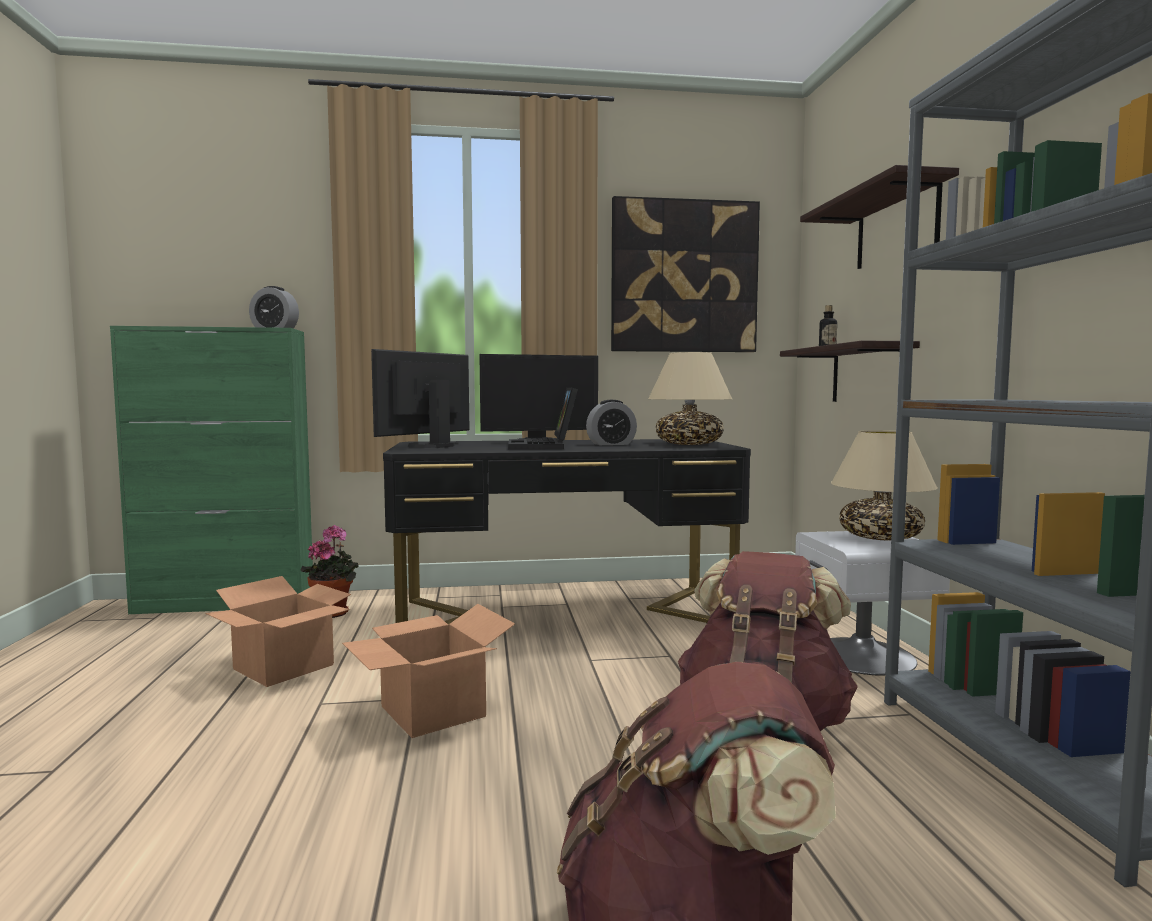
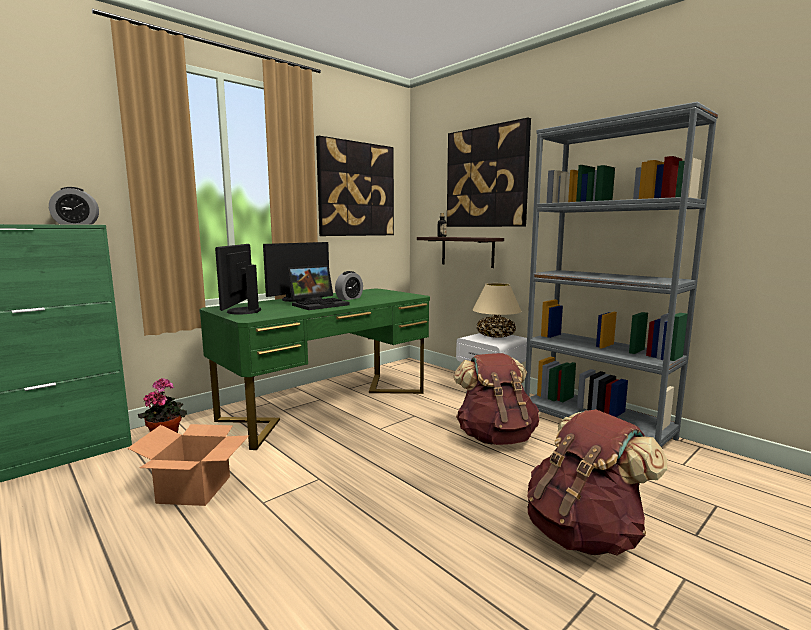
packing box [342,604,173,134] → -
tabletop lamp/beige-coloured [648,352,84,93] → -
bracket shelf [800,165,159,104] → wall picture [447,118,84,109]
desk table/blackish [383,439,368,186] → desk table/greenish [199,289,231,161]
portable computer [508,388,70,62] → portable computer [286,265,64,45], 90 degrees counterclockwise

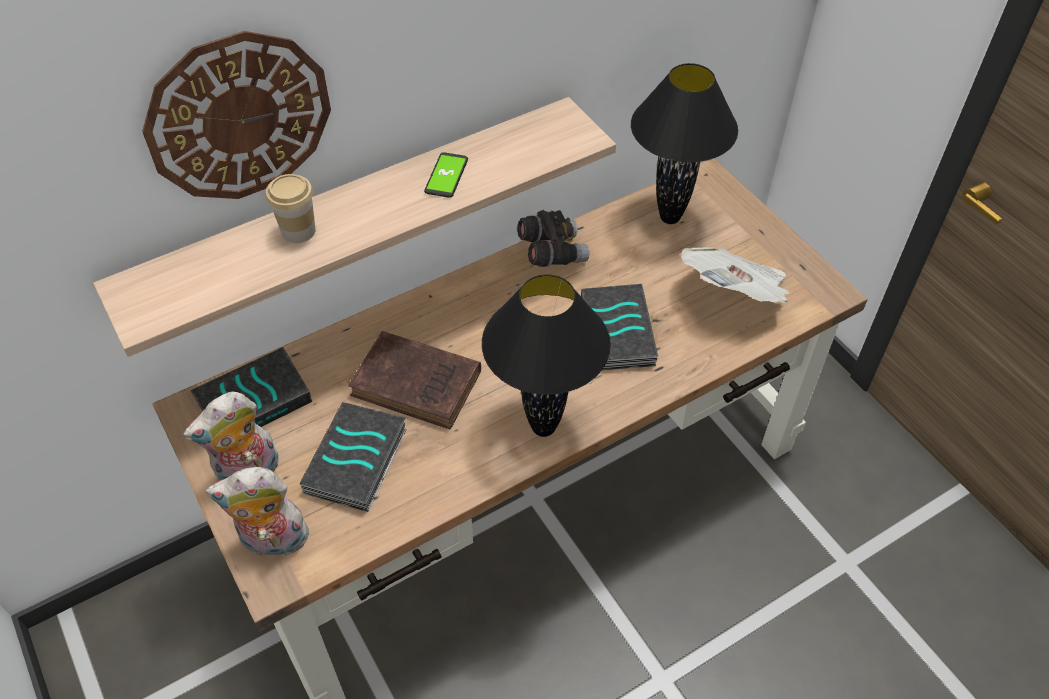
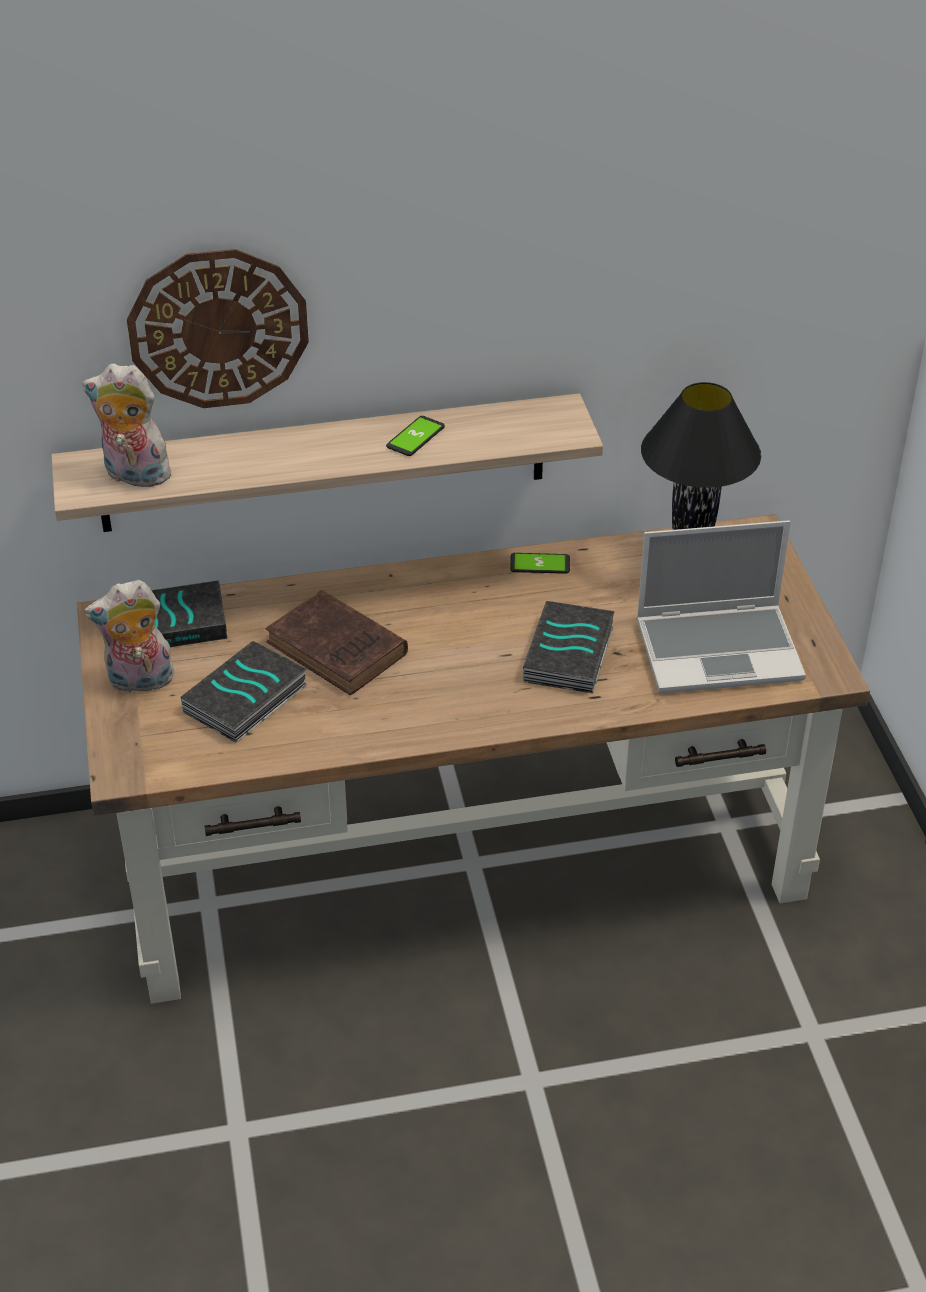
small cup [266,174,50,69] → -
tabletop lamp/blackish [482,274,129,163] → -
cuddly toy [206,467,104,89] → cuddly toy [82,363,92,128], relocated
binoculars/gray [517,210,72,57] → telephone [510,553,60,21]
newspaper [681,247,108,56] → portable computer [637,520,169,173]

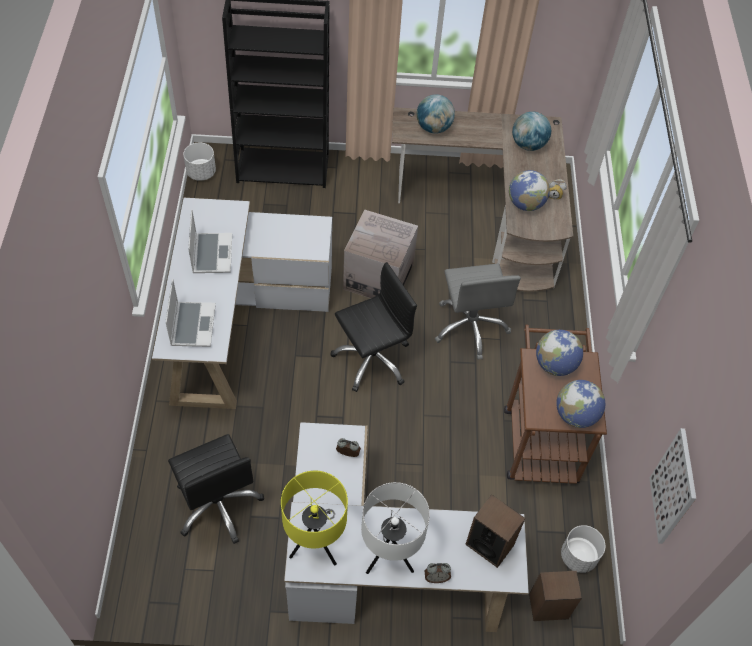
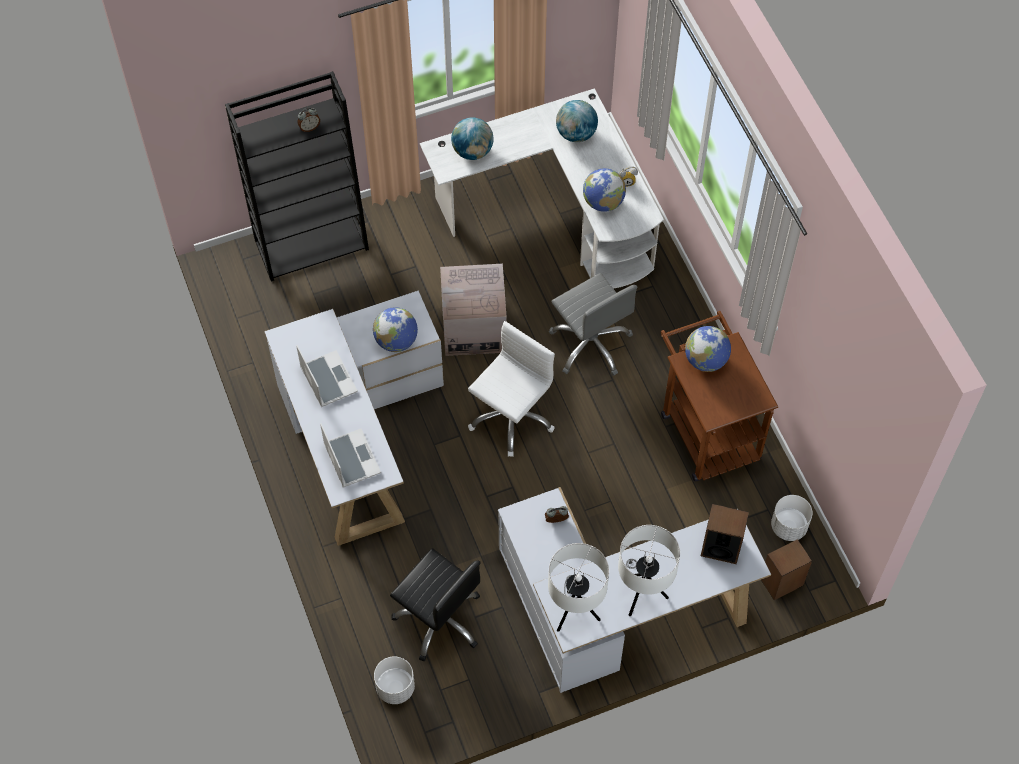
wall picture [650,428,46,116] → -
planter/whitish [183,142,33,39] → planter/whitish [374,656,41,48], relocated
alarm clock [425,563,26,20] → alarm clock [297,108,23,24], relocated
globe [556,380,49,48] → globe [373,307,45,45], relocated
tabletop lamp/yellow [281,471,67,95] → tabletop lamp/whitish [548,543,61,89]
computer chair/blackish [331,262,86,130] → computer chair/whitish [468,321,87,136]
desk table/brownish [392,107,181,185] → desk table/whitish [420,88,244,200]

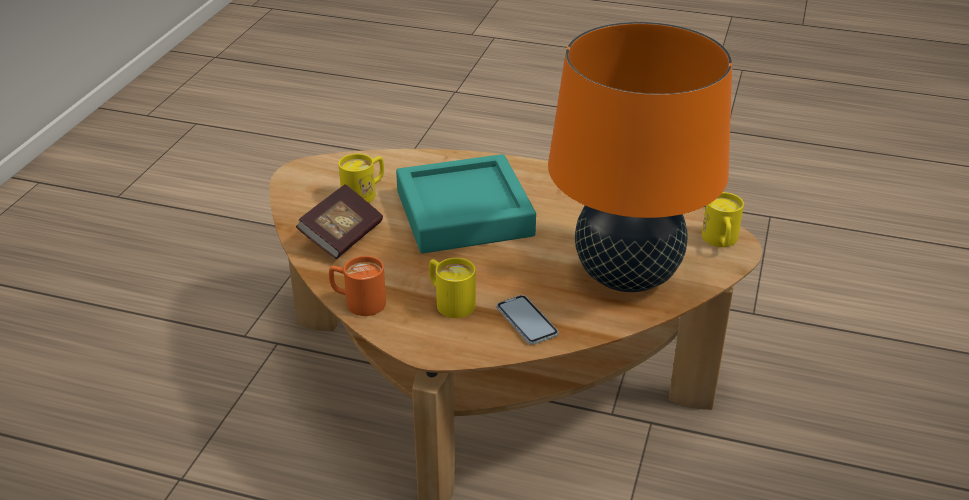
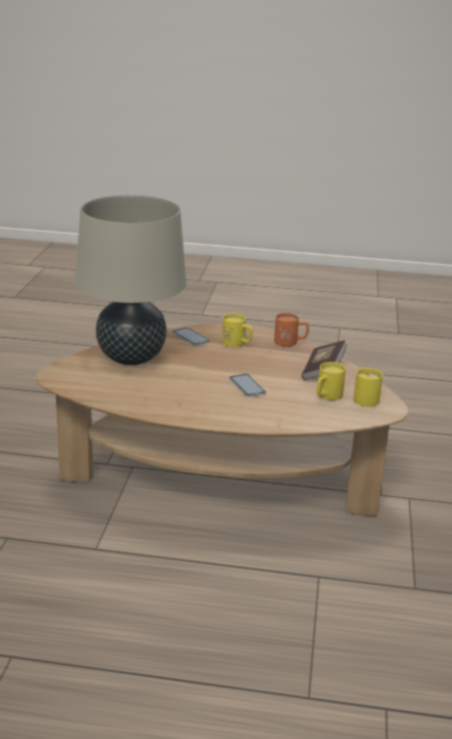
tea mug/yellow [702,192,42,55] → tea mug/yellow [353,367,30,40], relocated
tray/blue-green [396,154,140,100] → telephone [229,374,37,23]
tabletop lamp/orange-coloured [548,22,184,270] → tabletop lamp/beige-coloured [75,195,112,170]

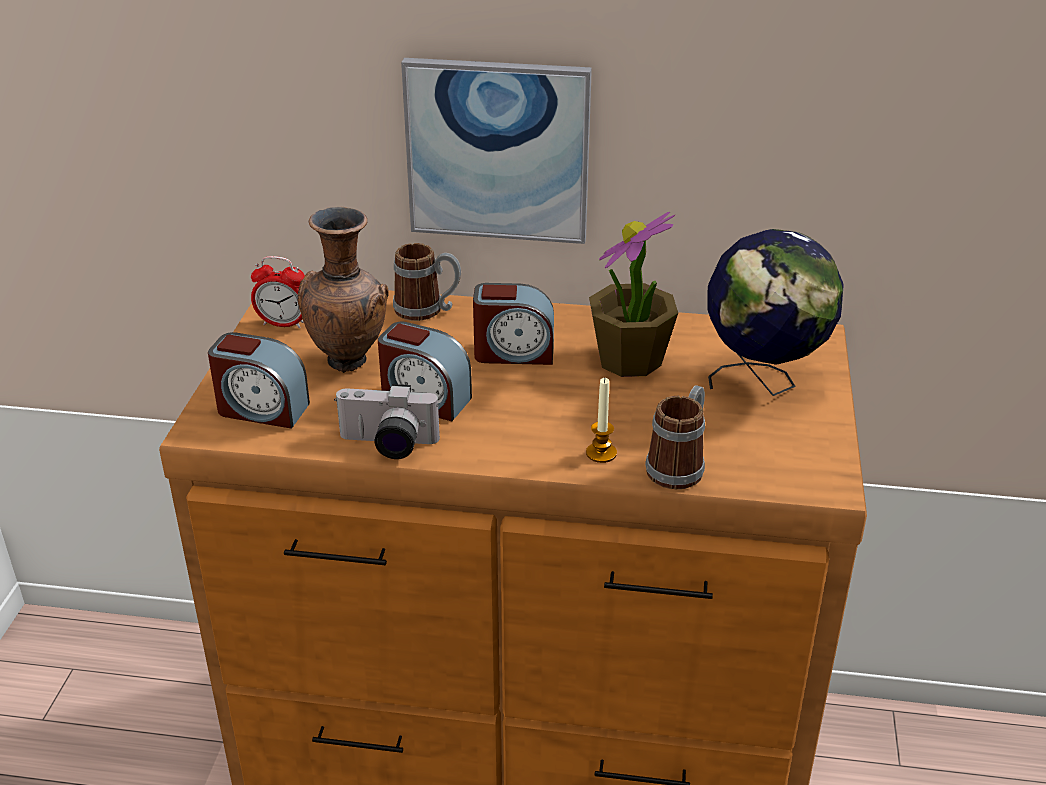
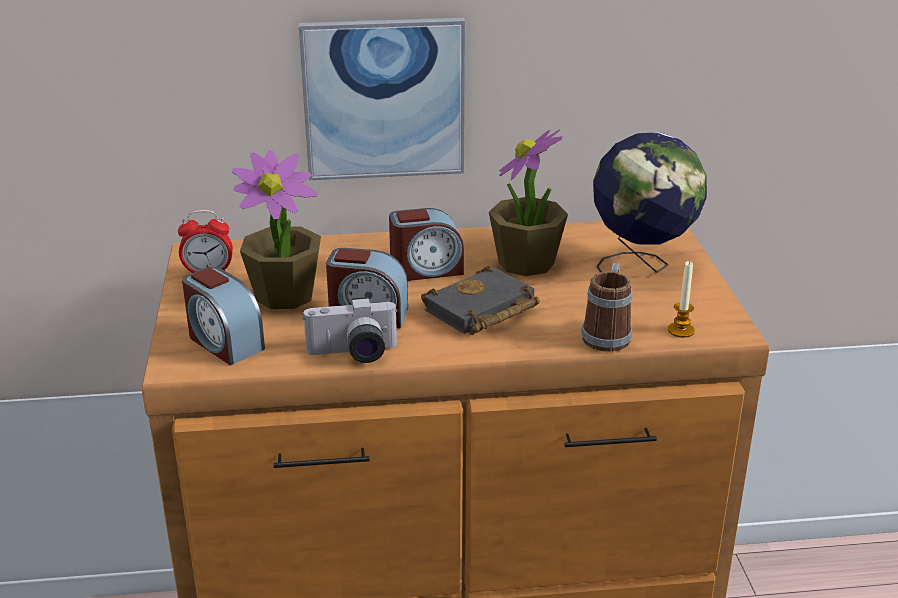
tea mug [393,243,68,78] → -
- → book/blackish [421,266,119,69]
candle [586,378,31,85] → candle [668,261,27,77], relocated
flower vase/brownish [298,206,91,167] → houseplant [232,150,89,159]
alarm clock [208,332,102,96] → alarm clock [182,267,83,98], 45 degrees clockwise

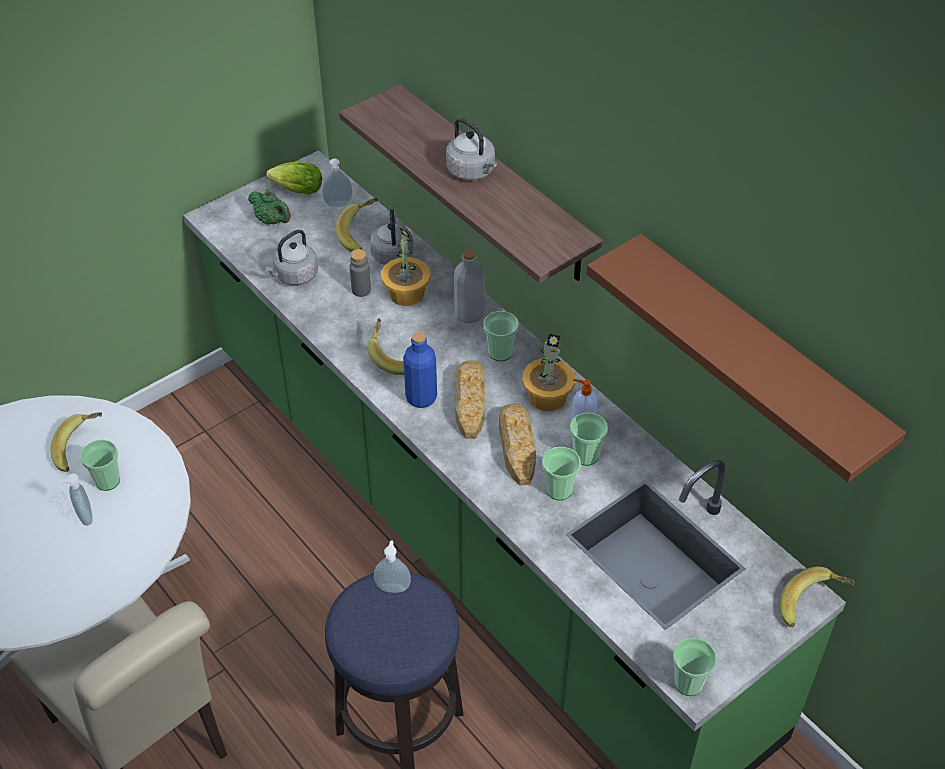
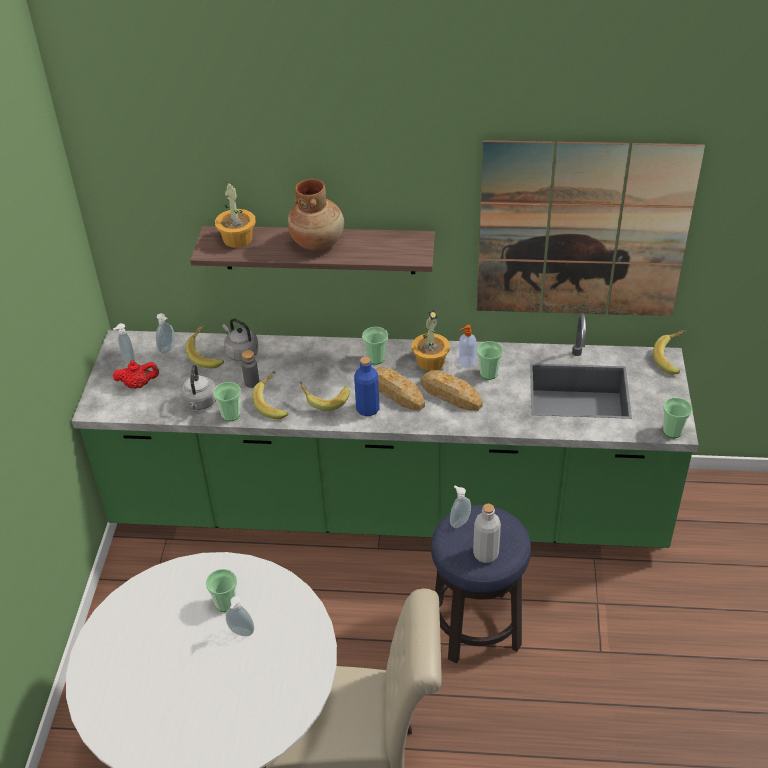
banana fruit [50,412,52,60] → banana fruit [252,371,36,48], relocated
houseplant [381,228,50,78] → houseplant [215,182,41,66], relocated
bottle/gray [454,249,31,74] → bottle/gray [473,503,28,60], relocated
small cup [542,447,39,54] → small cup [213,382,28,39], relocated
lettuce head [266,162,56,33] → soap dispenser [113,323,22,41]
tea kettle/gray [446,118,51,62] → flower vase/brownish [288,179,56,72]
bracket shelf/brownish [586,234,320,248] → wall picture [477,140,228,176]
tea pot/greenish [248,189,43,35] → tea pot/reddish [113,360,46,28]

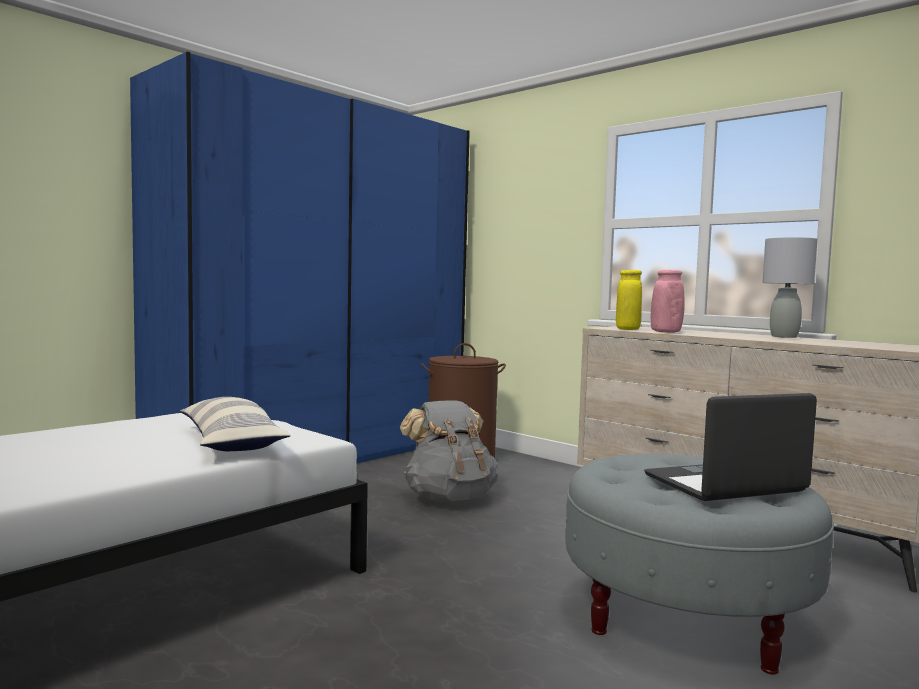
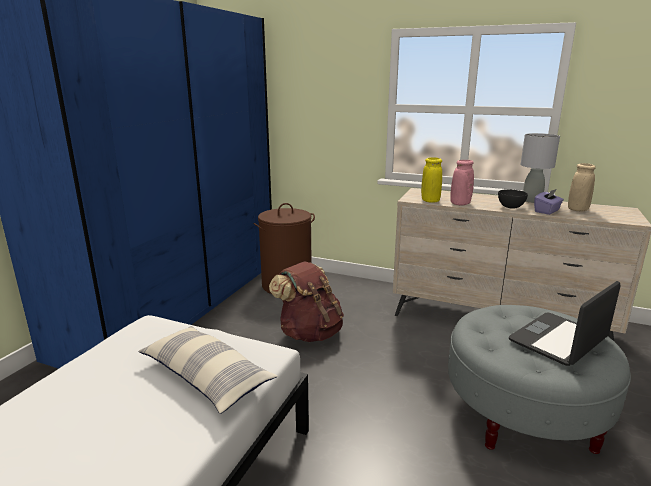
- → serving bowl/gray [498,189,30,19]
- → tissue box/purple [534,189,30,26]
- → flower vase/beige-coloured [568,163,28,48]
rucksack/gray [400,400,98,102] → rucksack/brownish [269,261,75,81]

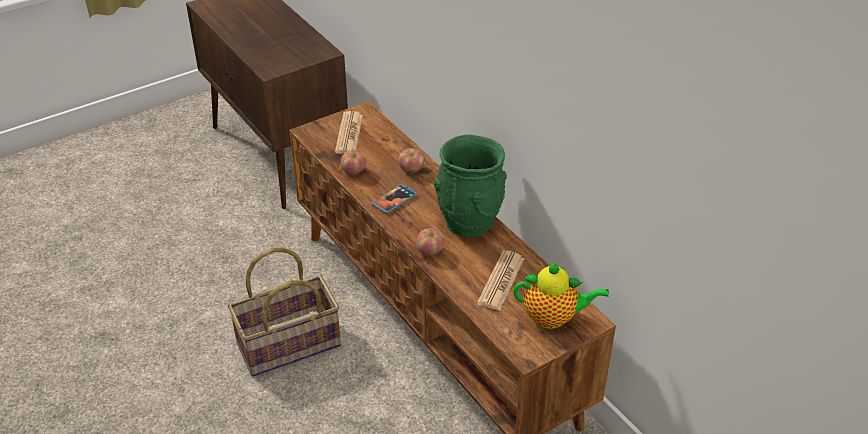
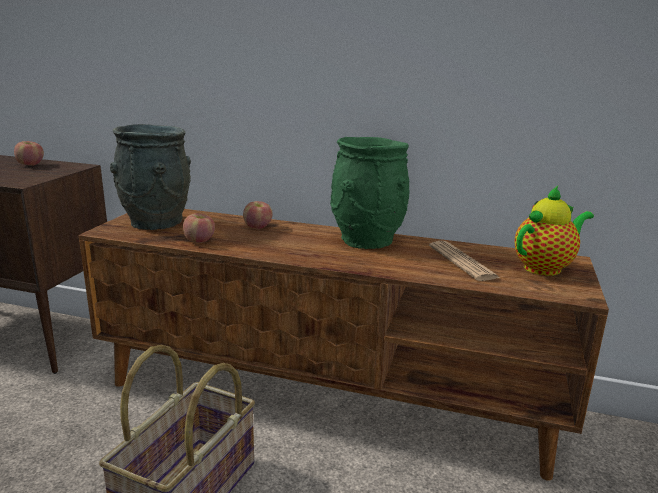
telephone [371,184,46,30] → -
whole apple [416,228,28,28] → whole apple [14,141,30,25], relocated
newspaper [335,111,28,43] → flower vase/gray [110,124,81,106]

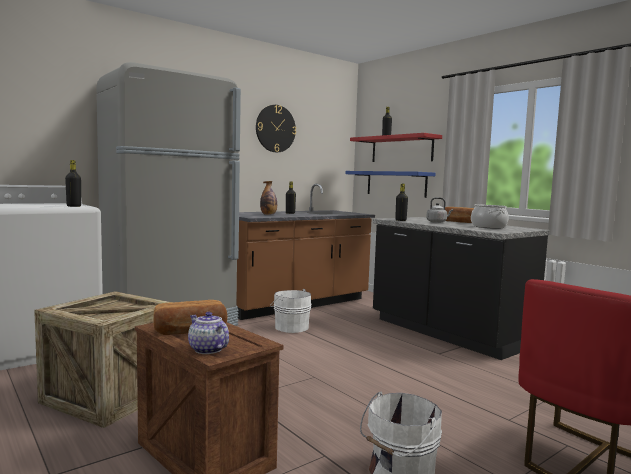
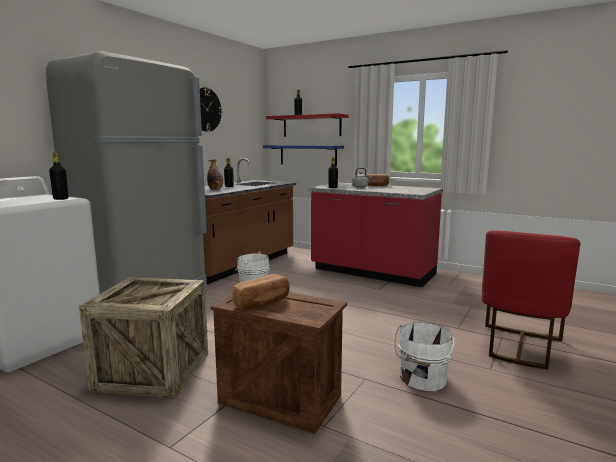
tea pot [188,312,41,42] → -
cooking pot [471,205,38,24] → -
kitchen base unit/blackish [373,217,177,143] → kitchen base unit/reddish [309,183,134,104]

